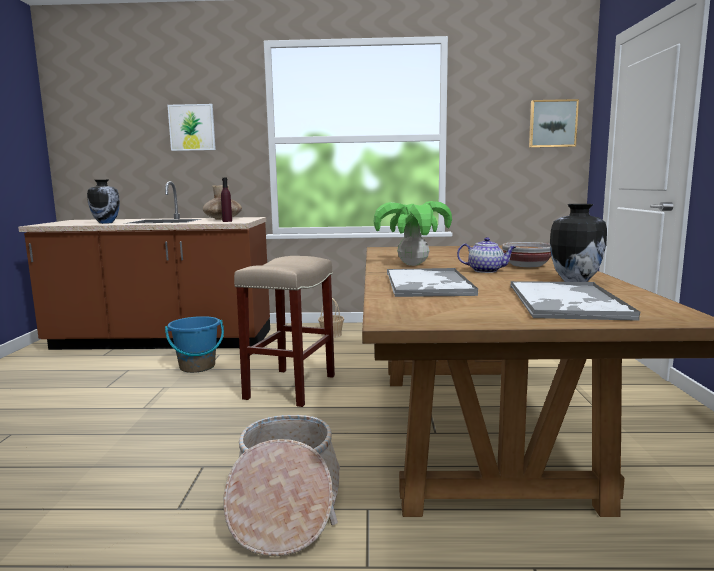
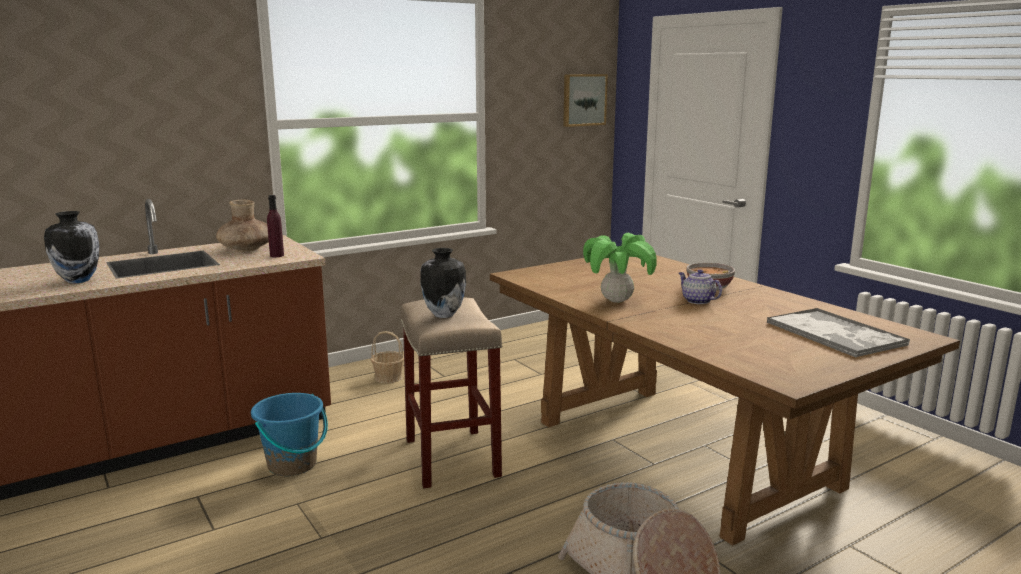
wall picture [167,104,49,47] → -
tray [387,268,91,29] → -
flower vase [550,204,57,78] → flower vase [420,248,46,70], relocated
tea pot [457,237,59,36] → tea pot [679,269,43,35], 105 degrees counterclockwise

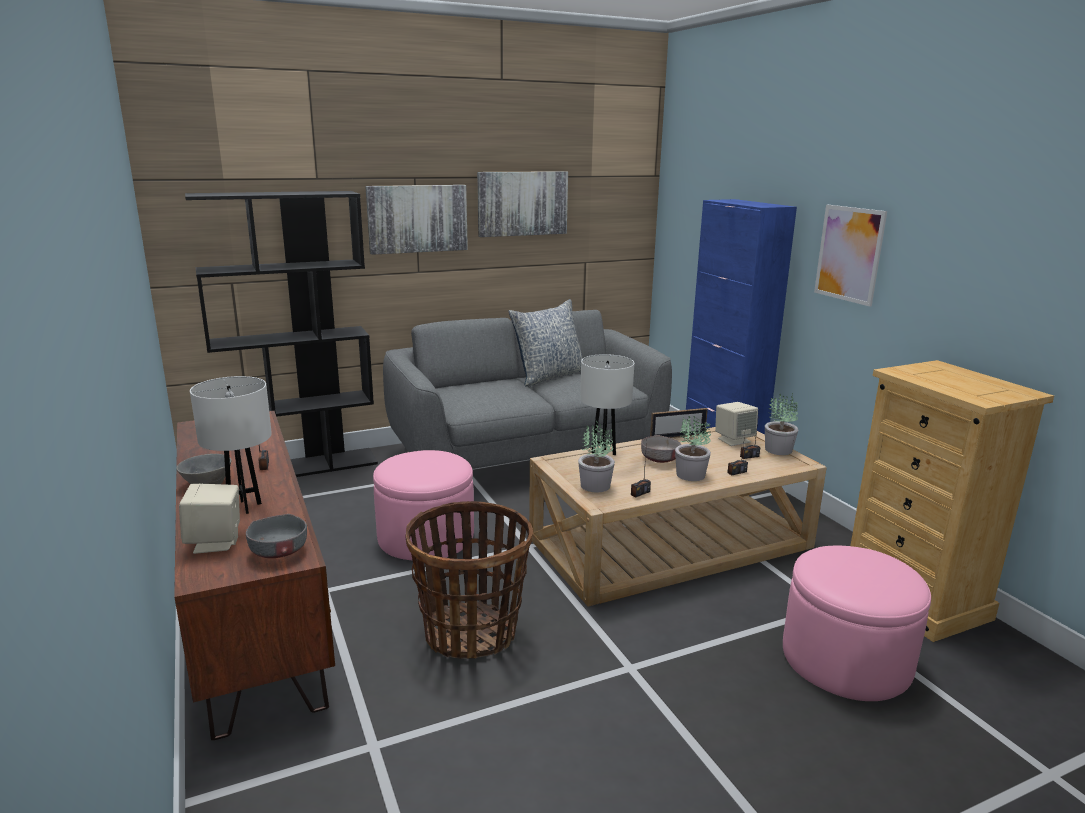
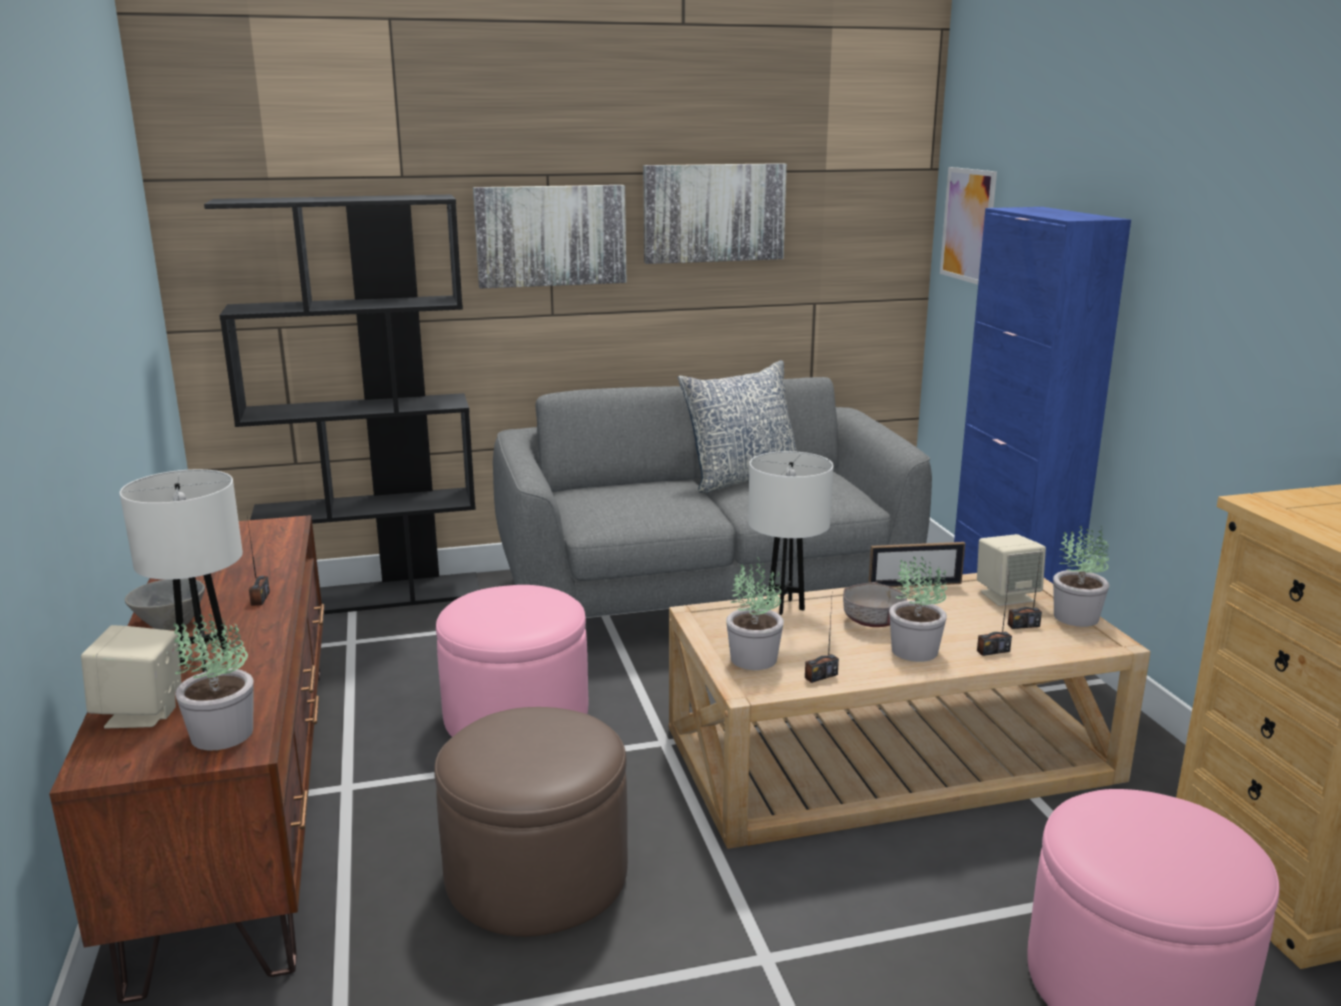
wall picture [814,205,73,102] → wall picture [940,167,57,118], relocated
serving bowl/gray [246,514,61,44] → houseplant [173,614,81,136]
household basket [406,501,127,158] → pouffe/brownish [434,707,194,230]

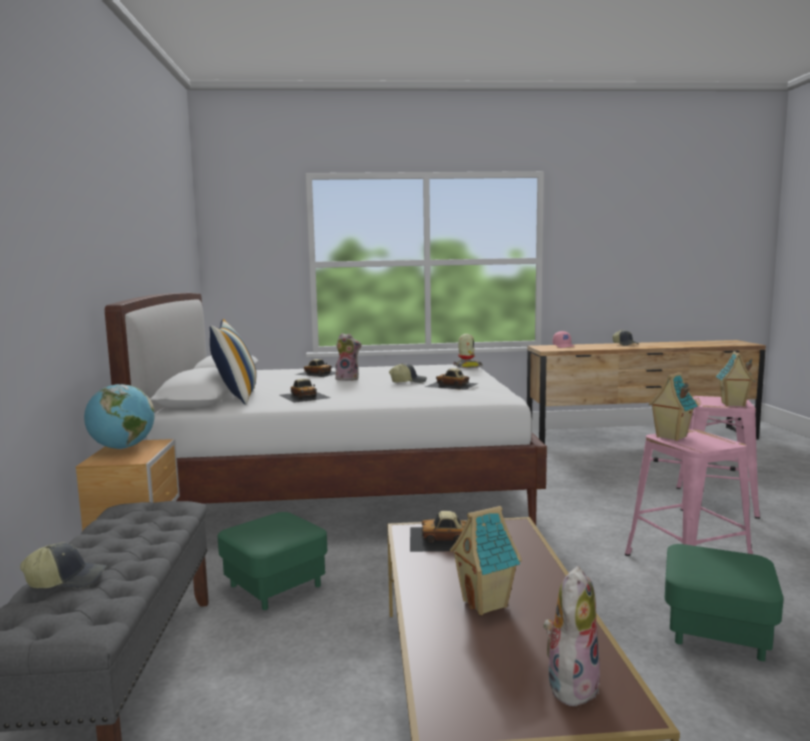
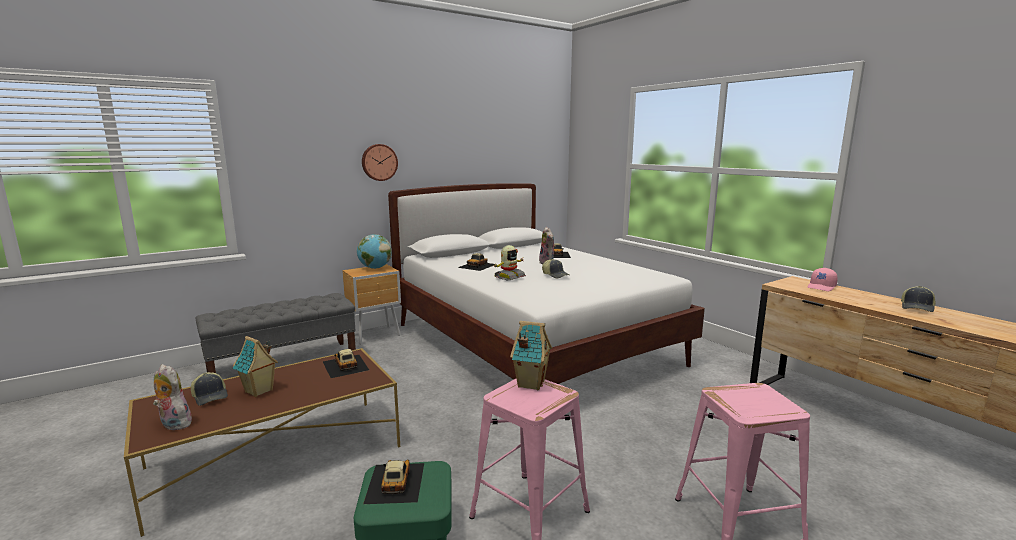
pillow [210,319,47,86] → -
pouffe/greenish [218,512,109,98] → -
toy house [716,351,39,56] → -
- → hanging clock [362,144,36,37]
peaked cap [20,543,86,45] → peaked cap [191,372,37,34], relocated
miniature car [425,368,54,22] → miniature car [363,460,61,44], relocated
robot figure [453,334,30,34] → robot figure [492,245,34,35], relocated
cuddly toy [543,566,57,140] → cuddly toy [153,364,39,66], 150 degrees counterclockwise

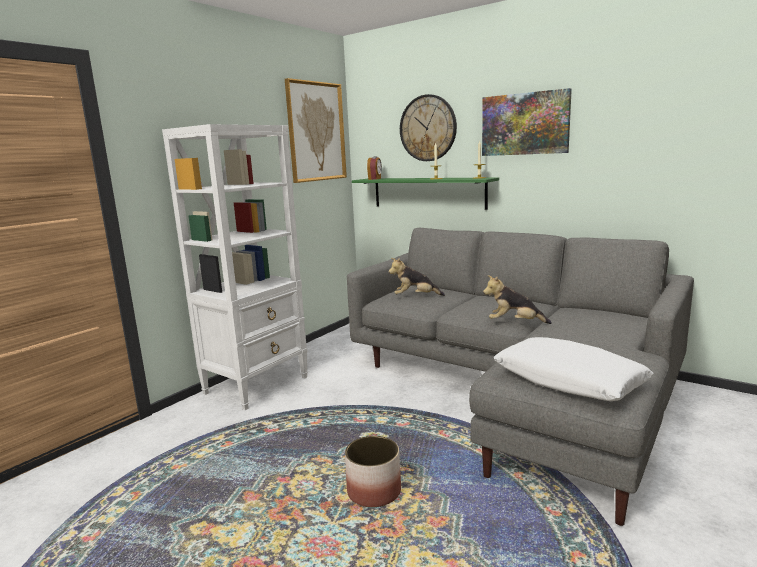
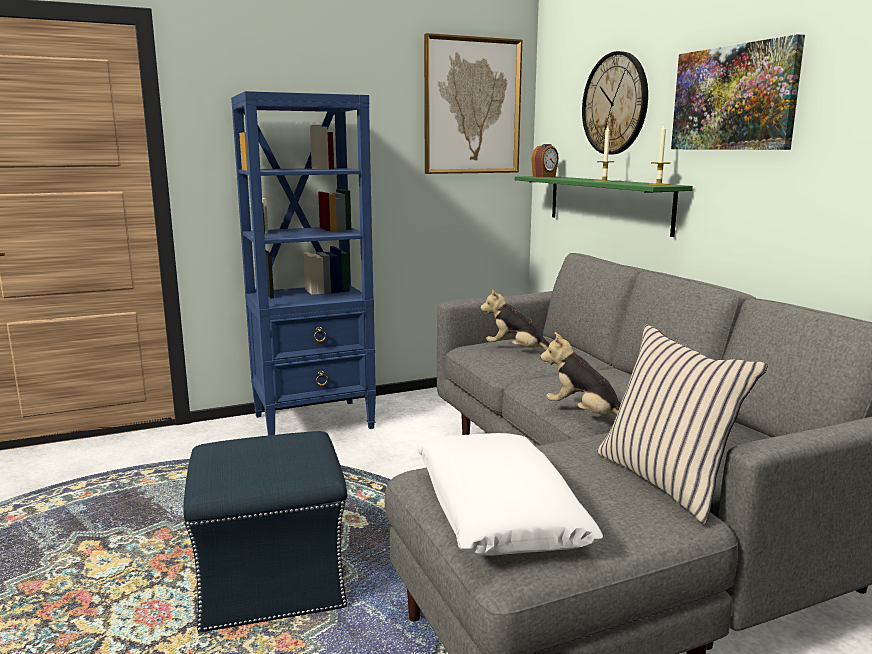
- → pillow/beige-coloured [597,325,171,199]
planter [345,436,56,71] → pouffe/blue-coloured [183,431,165,201]
shelving unit/whitish [162,124,146,286] → shelving unit/blue-coloured [231,91,145,344]

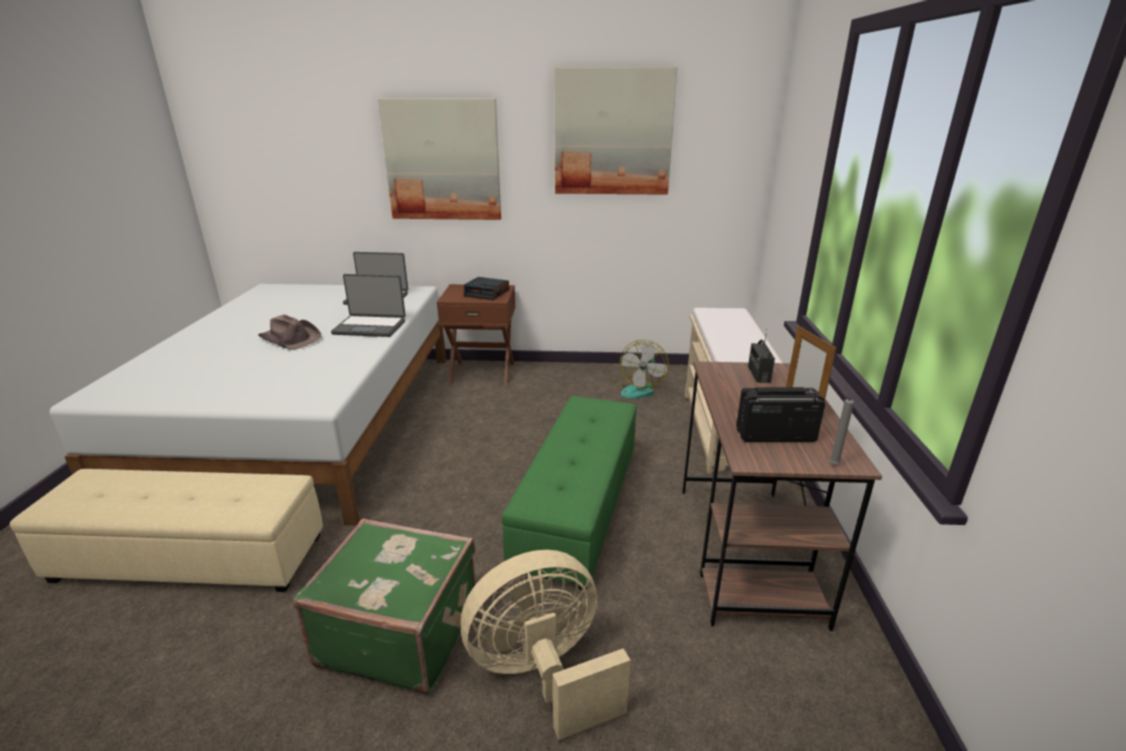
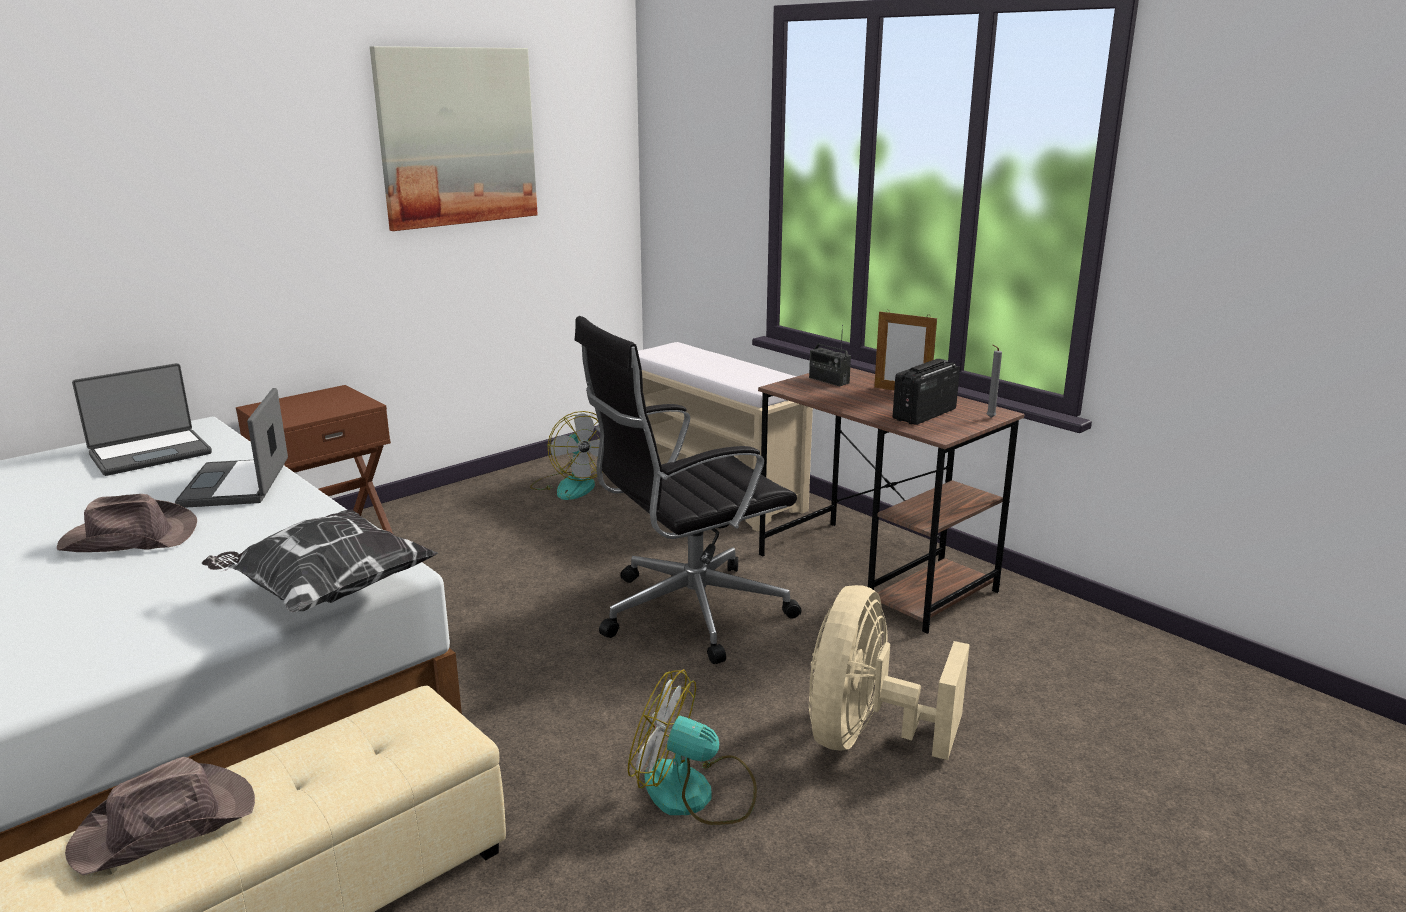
wall picture [378,99,123,121] → -
alarm clock [464,277,45,23] → -
- → hat/brownish [65,757,190,118]
- → pillow [202,509,236,103]
suitcase/greenish [293,518,183,176] → electric fan [628,669,129,156]
pouffe/greenish [502,396,135,194] → computer chair/blackish [575,316,226,348]
portable computer [331,274,75,63] → portable computer [175,388,113,120], 120 degrees clockwise

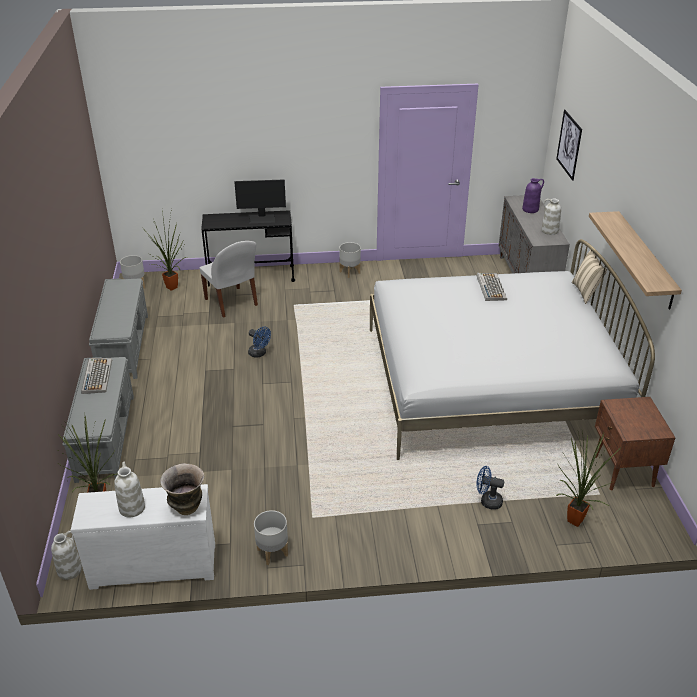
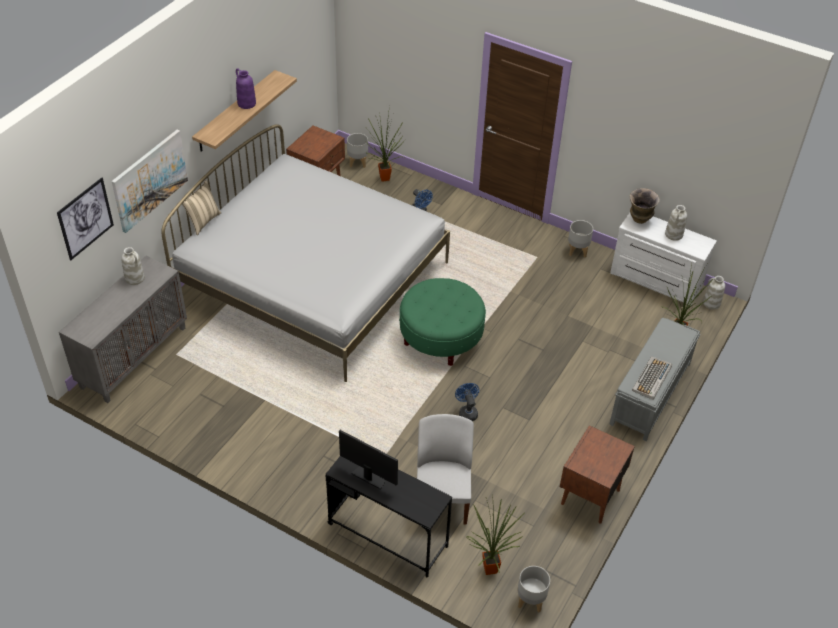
PC keyboard [477,273,30,28] → -
- → wall picture [112,130,76,103]
- → pouffe/greenish [399,278,87,88]
planter/gray [339,242,22,36] → planter/gray [347,133,21,35], relocated
flower vase/purple [522,178,22,35] → flower vase/purple [236,69,20,40], relocated
long seat/gray [89,278,59,101] → bedside table/brownish [560,425,75,99]

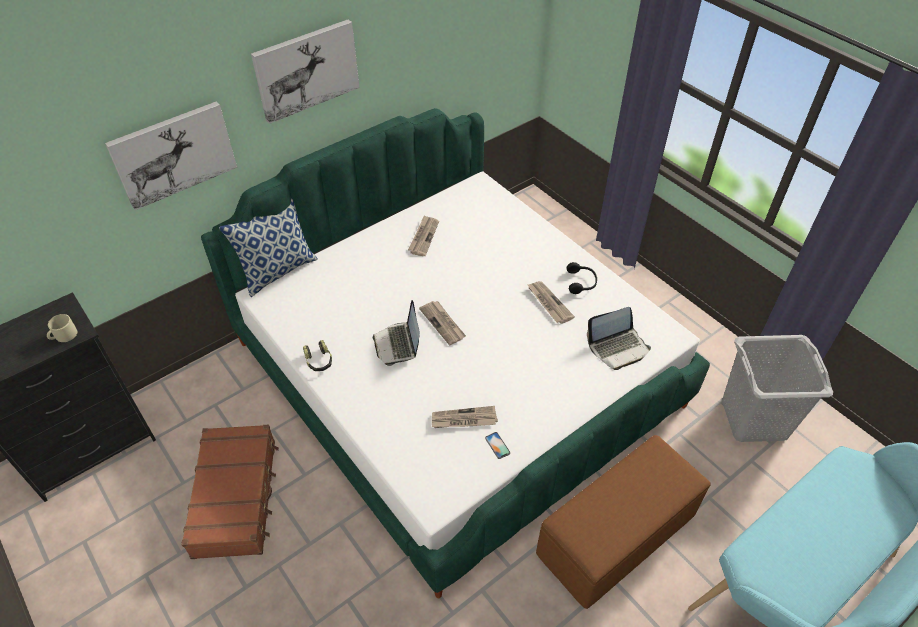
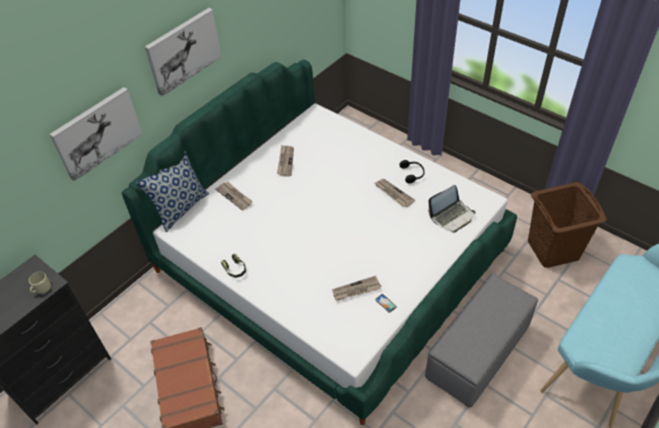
portable computer [373,300,47,66] → -
newspaper [419,301,47,44] → newspaper [215,182,38,28], relocated
pouffe/brownish [536,435,175,174] → pouffe/gray [425,274,113,133]
laundry basket/gray [722,335,111,107] → laundry basket/brownish [528,182,79,86]

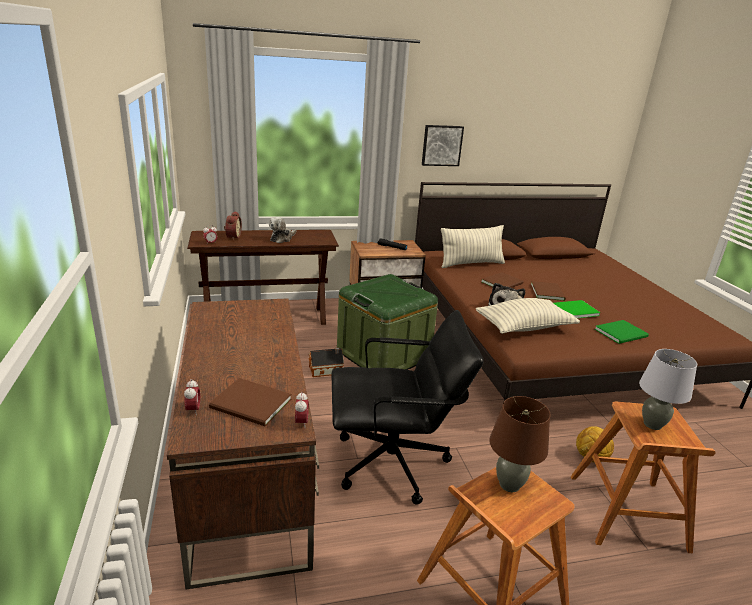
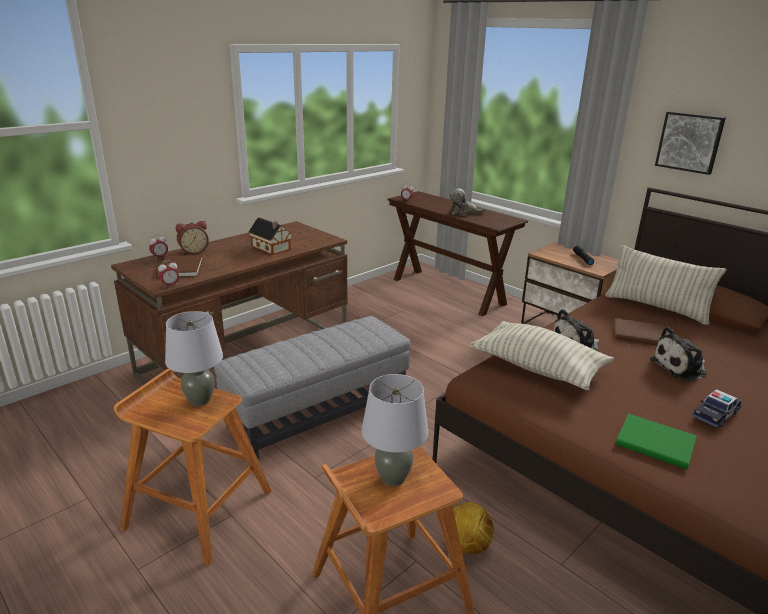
storage box/greenish [337,274,101,96] → -
book/greenish [554,300,46,18] → -
- → miniature car [692,389,49,39]
alarm clock [224,211,18,29] → alarm clock [176,221,33,34], relocated
toy house [308,347,36,30] → toy house [248,217,44,38], relocated
computer chair/blackish [332,310,151,195] → pouffe/gray [214,316,196,143]
book/brownish [531,281,35,20] → cuddly toy [650,327,57,53]
tabletop lamp/brownish [489,396,62,96] → tabletop lamp/gray [165,311,58,95]

